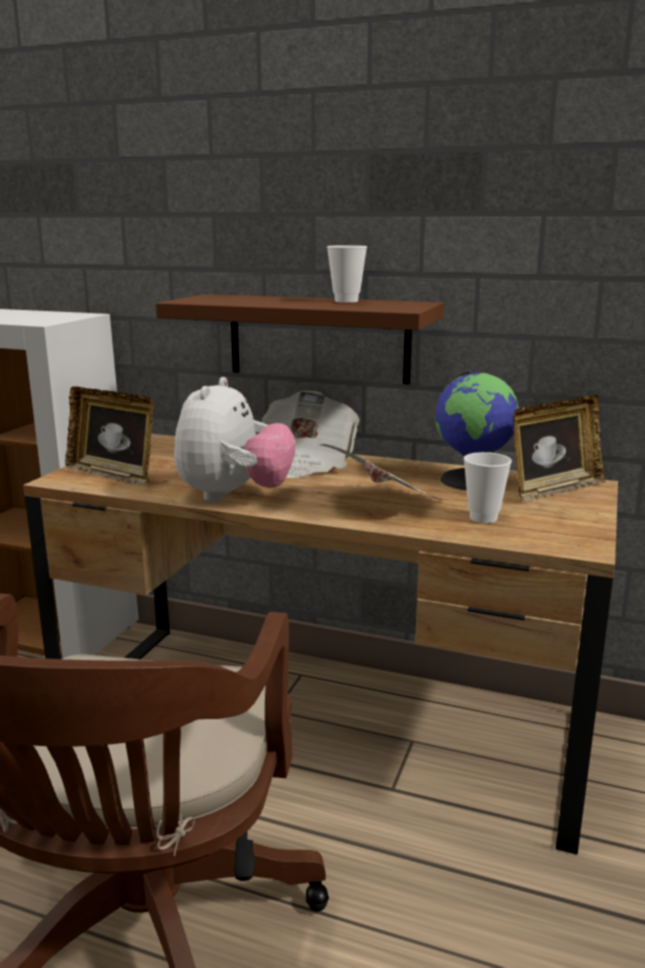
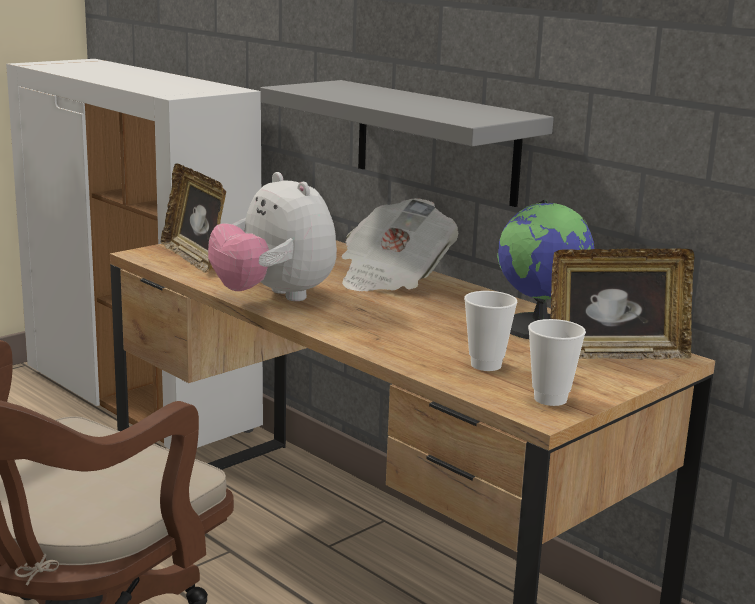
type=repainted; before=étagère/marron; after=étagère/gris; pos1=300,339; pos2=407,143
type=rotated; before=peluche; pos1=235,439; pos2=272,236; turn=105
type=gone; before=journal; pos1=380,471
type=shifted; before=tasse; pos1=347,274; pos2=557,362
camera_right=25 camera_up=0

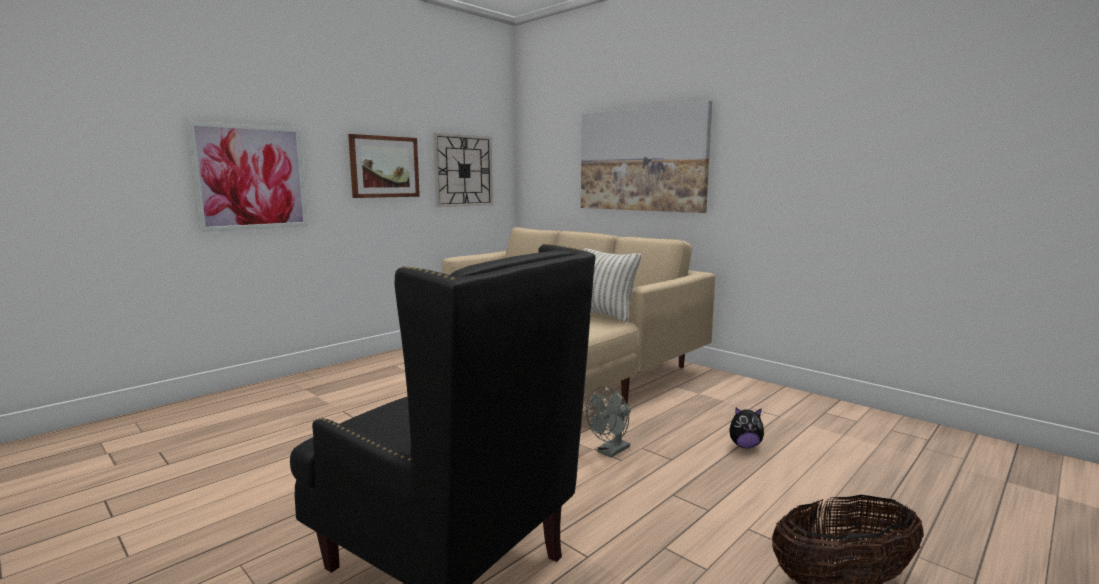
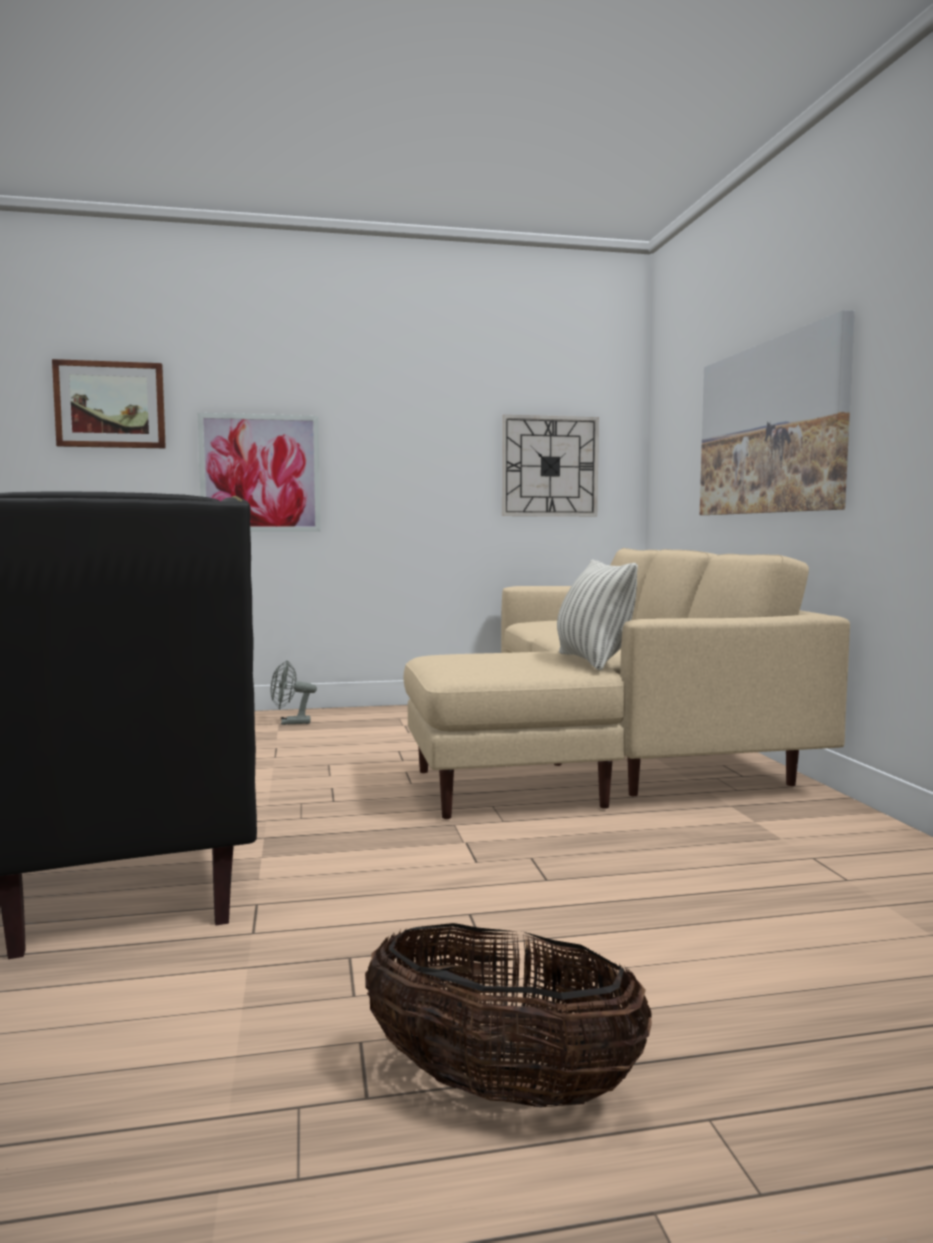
type=shifted; before=tableau; pos1=384,166; pos2=109,403
type=shifted; before=ventilateur/gris; pos1=608,422; pos2=294,692
type=gone; before=peluche; pos1=746,428
camera_right=35 camera_up=-5

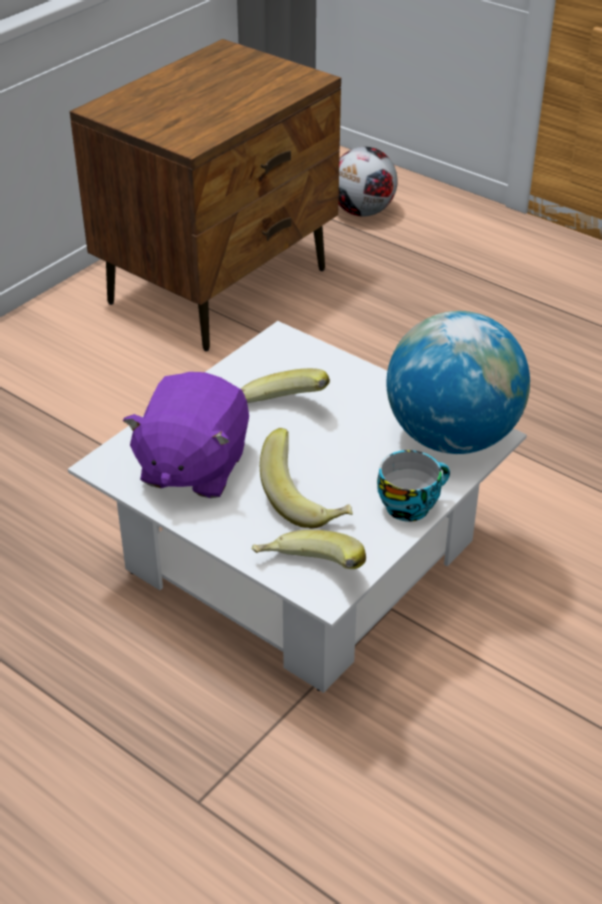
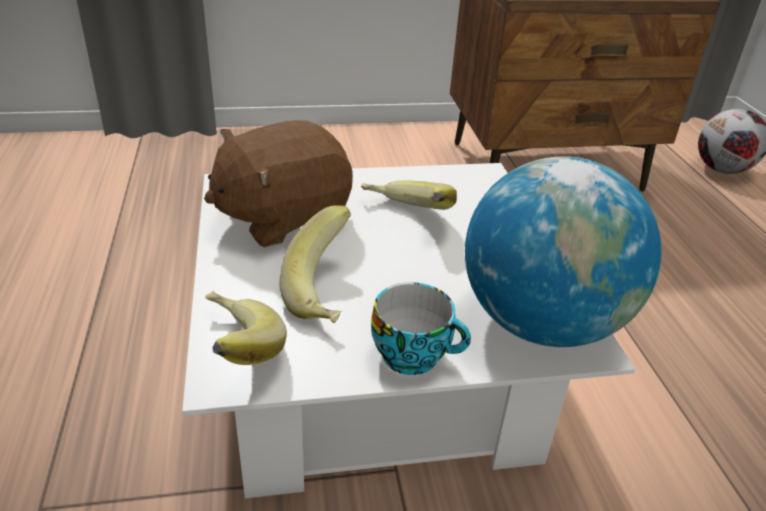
type=repainted; before=peluche/violet; after=peluche/marron; pos1=186,435; pos2=278,183
camera_right=40 camera_up=-5

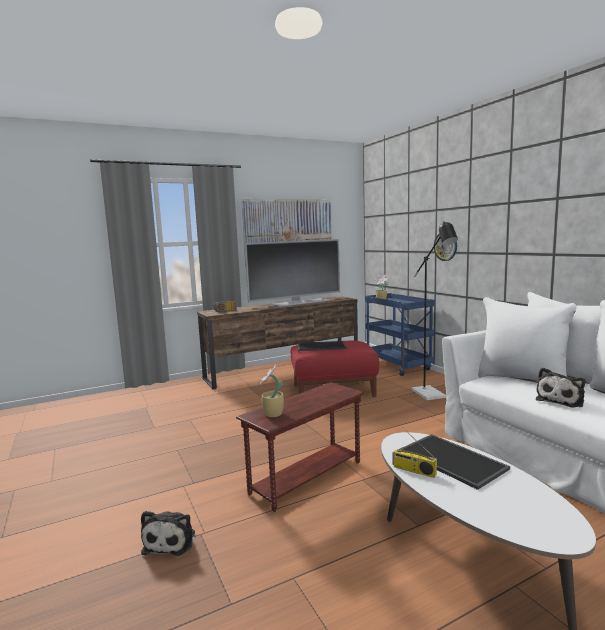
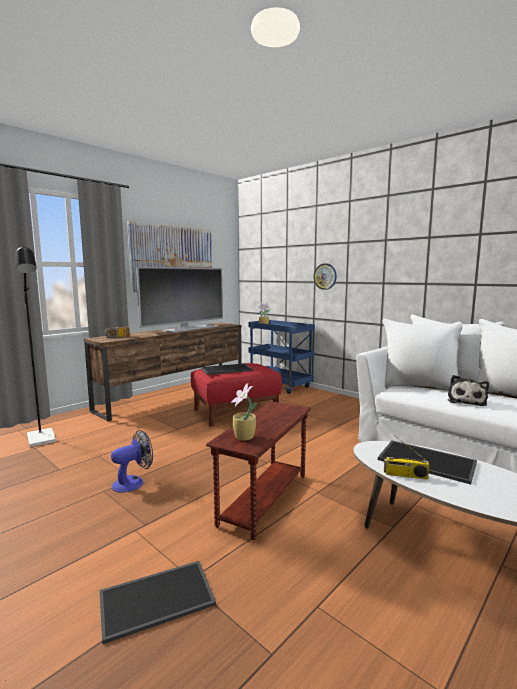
type=swapped; before=peluche; after=plateau; pos1=168,533; pos2=157,603
type=shifted; before=lampadaire/noir; pos1=434,310; pos2=35,346
type=new; after=ventilateur; pos2=132,461
camera_right=-20 camera_up=0

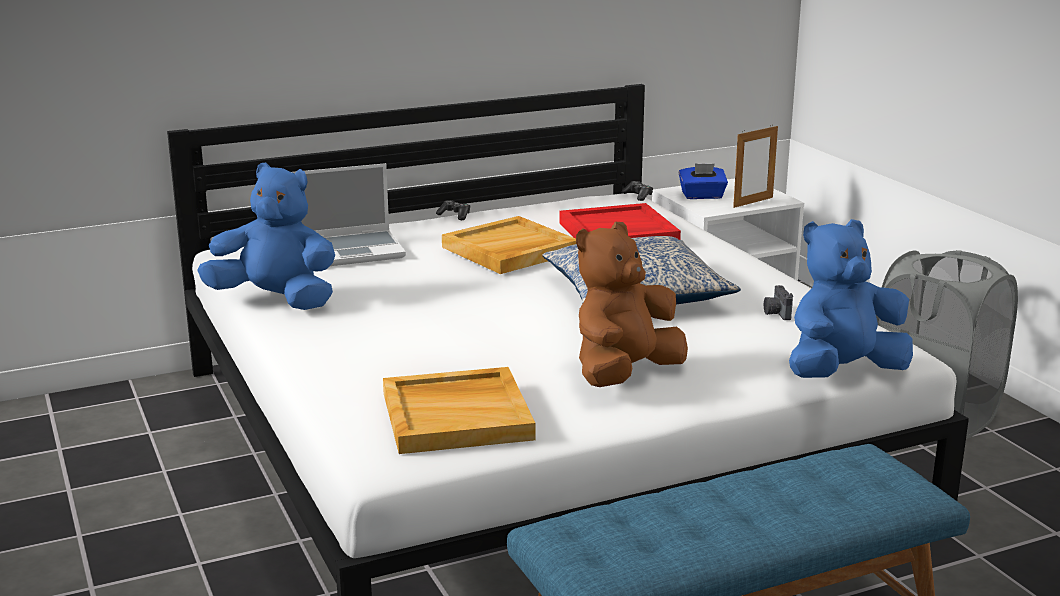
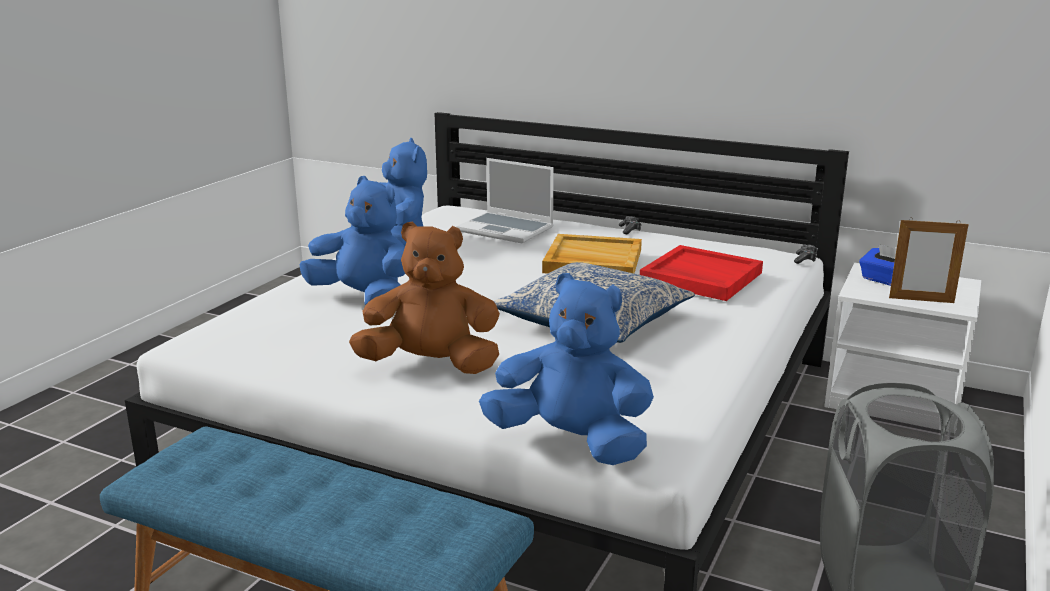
type=gone; before=plateau/beige; pos1=459,410
type=gone; before=appareil photo; pos1=778,302
type=new; after=peluche/bleu; pos2=352,240
camera_right=50 camera_up=0

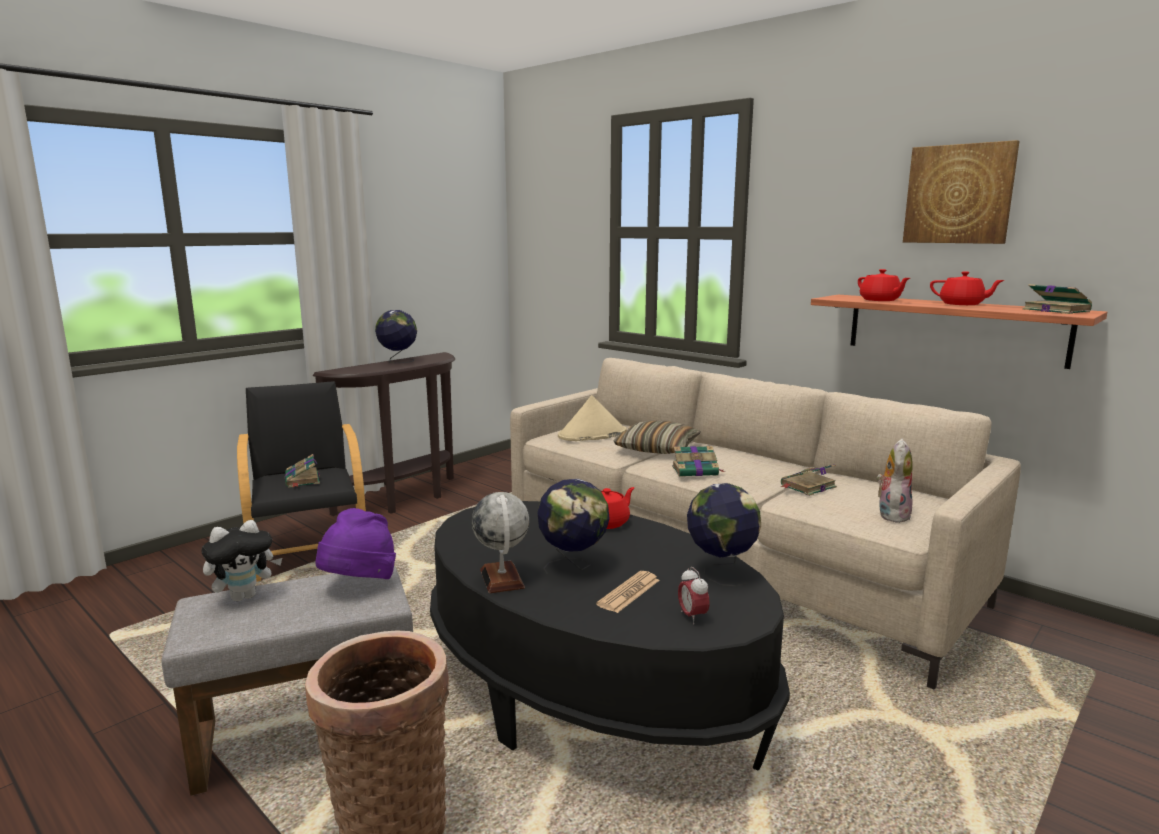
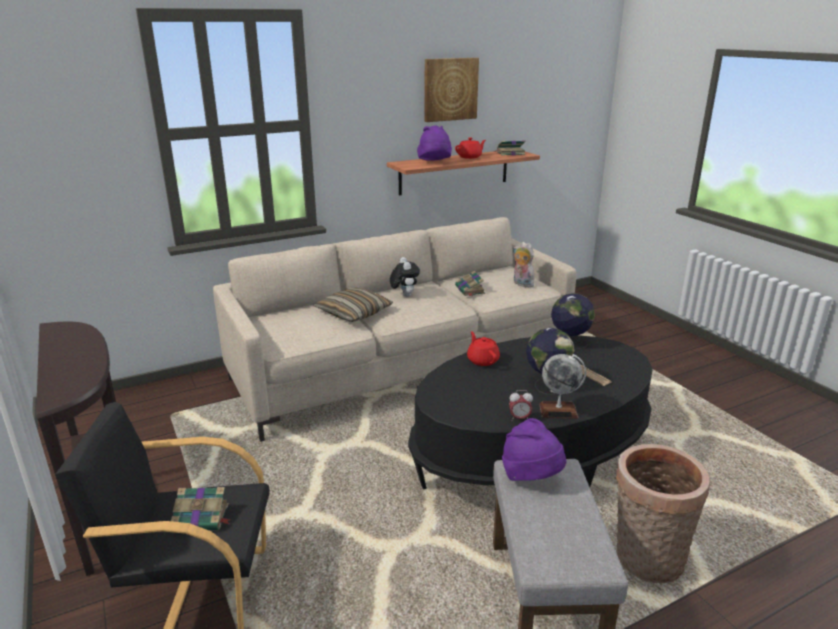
type=shifted; before=peluche; pos1=241,560; pos2=405,277
type=gone; before=globe; pos1=396,336
type=gone; before=chapeau/beige; pos1=592,418
type=gone; before=livre; pos1=698,461
type=shifted; before=réveil; pos1=694,595; pos2=521,405
type=swapped; before=théière/rouge; after=chapeau/violet; pos1=884,285; pos2=434,143
camera_right=-70 camera_up=10

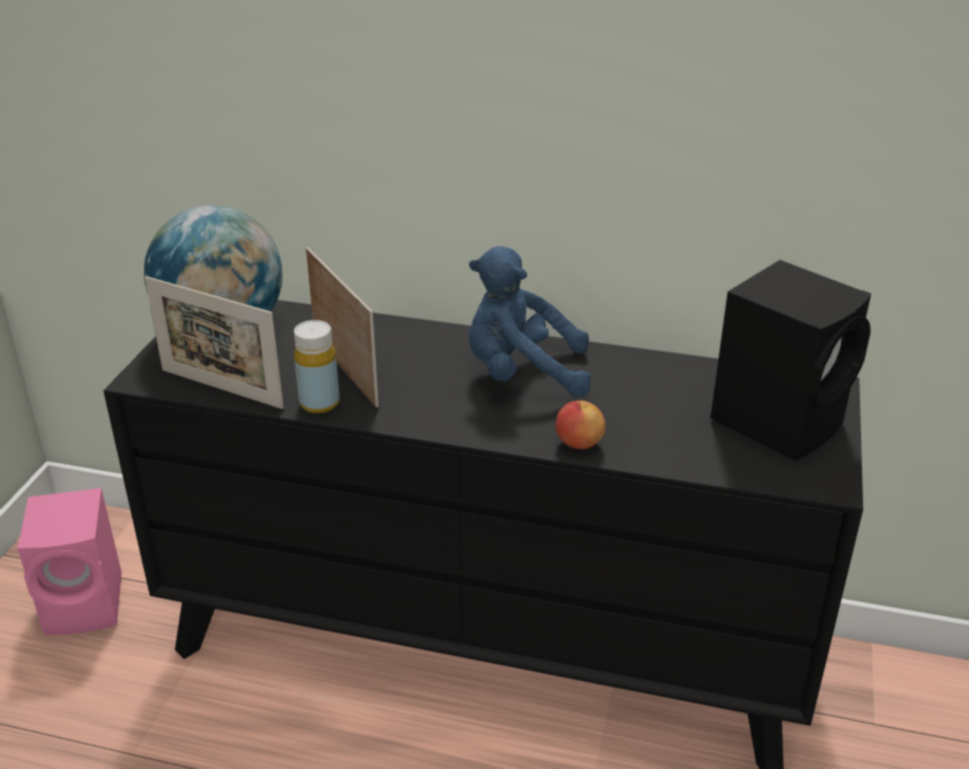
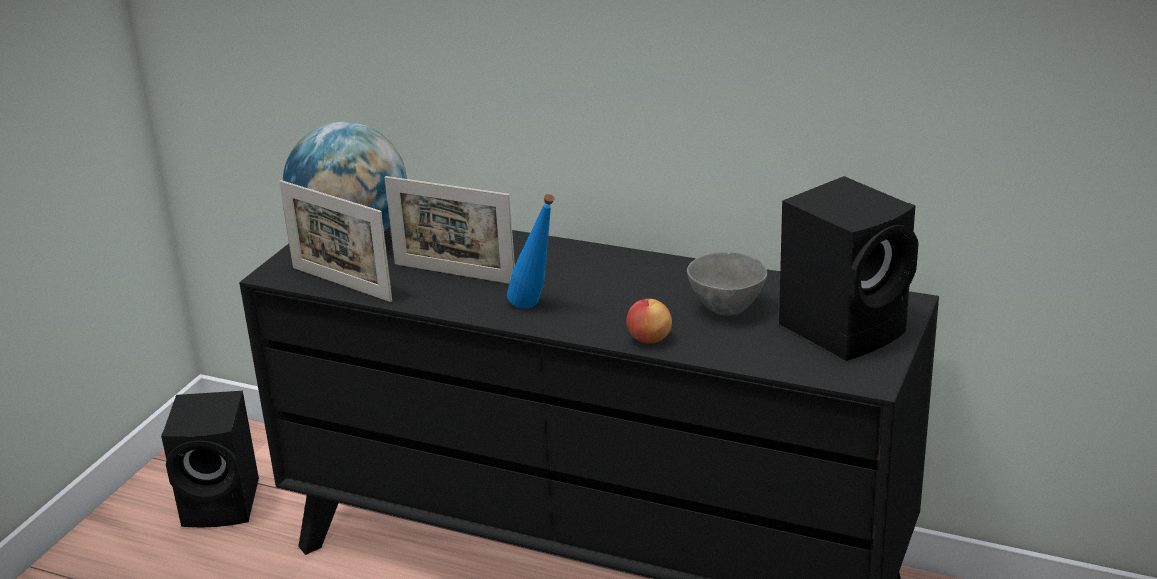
type=repainted; before=enceinte/rose; after=enceinte/noir; pos1=69,561; pos2=210,459
type=gone; before=bouteille/jaune; pos1=317,366
type=rotated; before=cadre photo; pos1=342,327; pos2=449,230; turn=135
type=gone; before=peluche/bleu; pos1=529,321
type=new; after=bouteille/bleu; pos2=531,251
type=new; after=bol/gris; pos2=727,283
camera_right=10 camera_up=-5

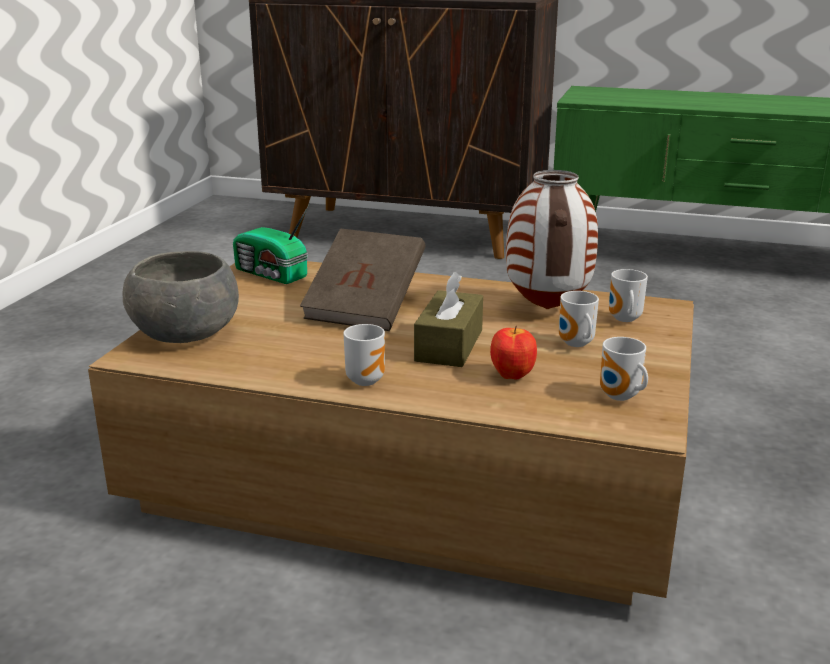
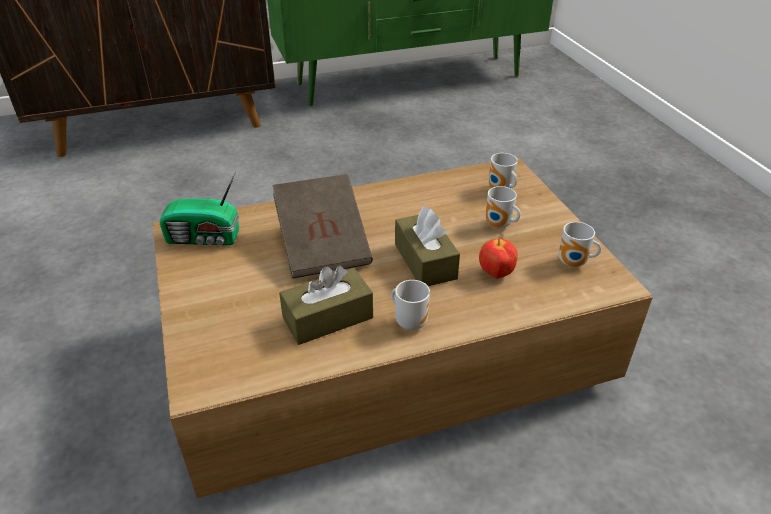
type=gone; before=bol/gris; pos1=181,297
type=gone; before=vase; pos1=552,239
type=new; after=boîte à mouchoirs/marron; pos2=326,305
camera_right=-35 camera_up=15

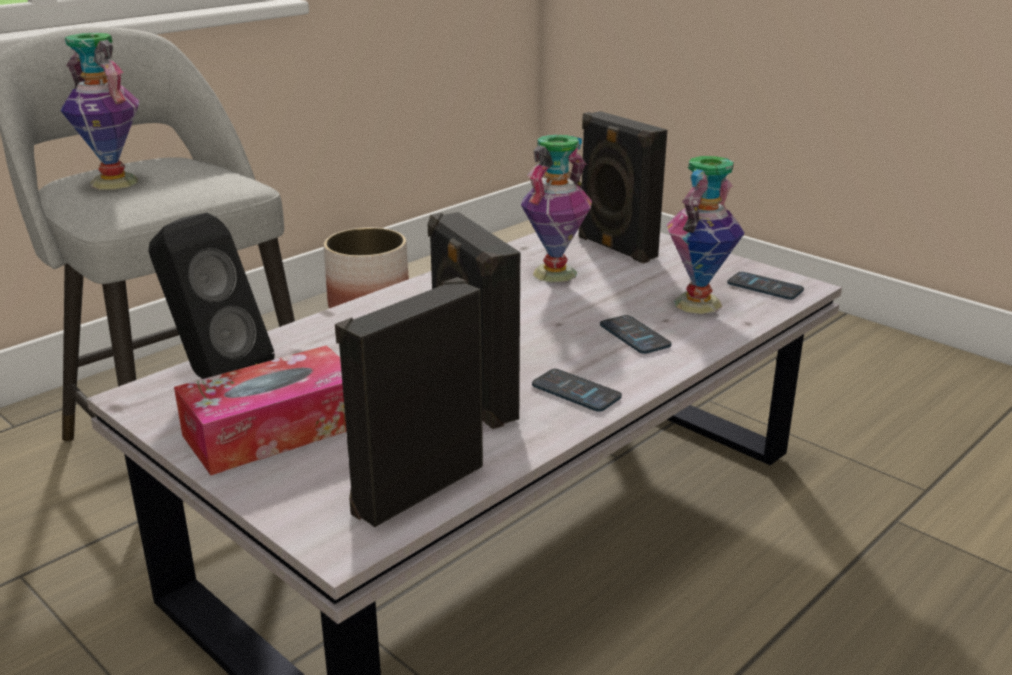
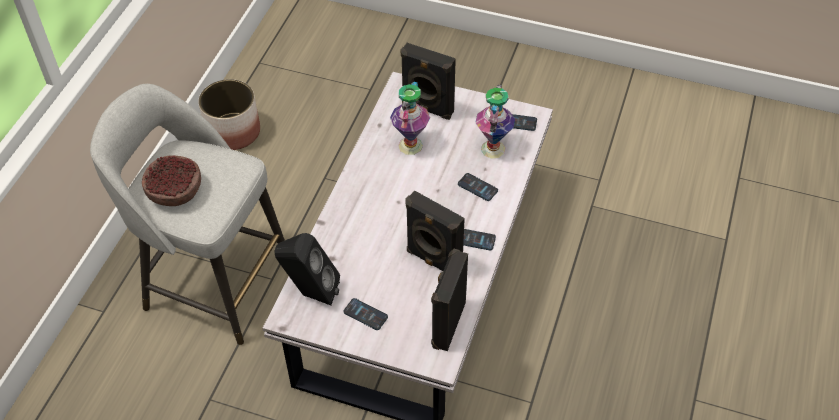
type=swapped; before=vase; after=bol; pos1=100,111; pos2=171,180
type=swapped; before=boîte à mouchoirs; after=téléphone; pos1=260,410; pos2=365,314
camera_right=-25 camera_up=25

